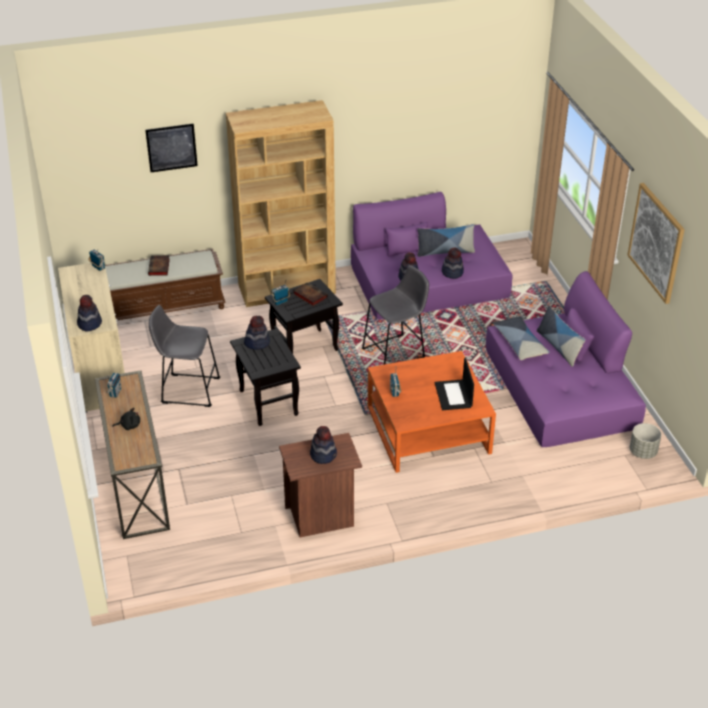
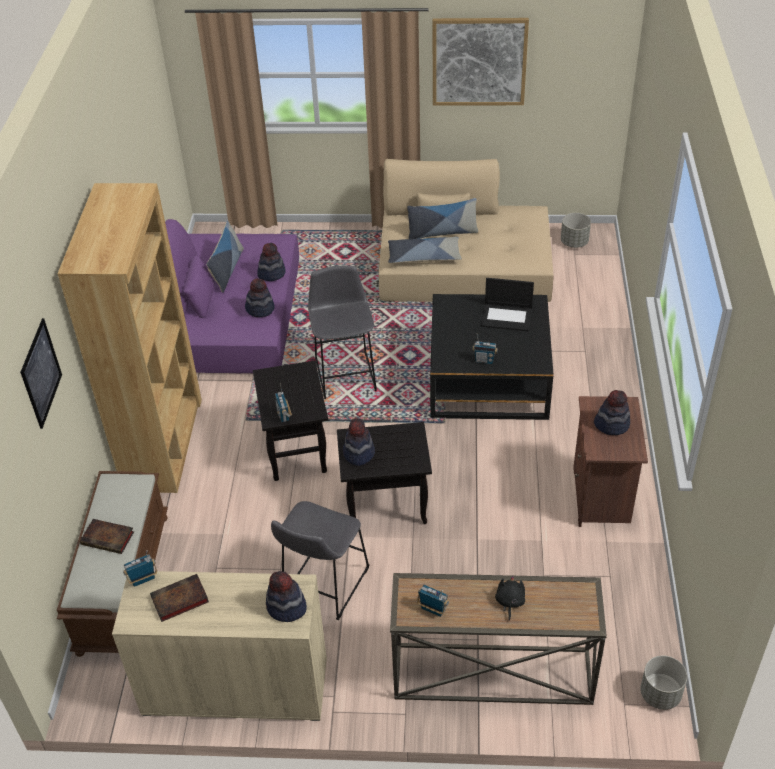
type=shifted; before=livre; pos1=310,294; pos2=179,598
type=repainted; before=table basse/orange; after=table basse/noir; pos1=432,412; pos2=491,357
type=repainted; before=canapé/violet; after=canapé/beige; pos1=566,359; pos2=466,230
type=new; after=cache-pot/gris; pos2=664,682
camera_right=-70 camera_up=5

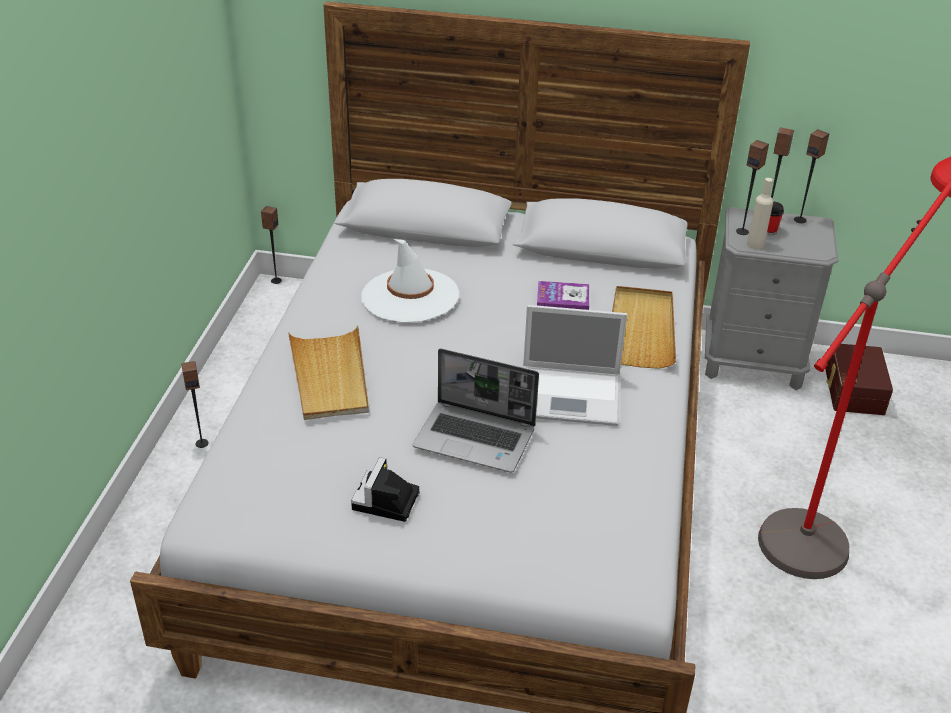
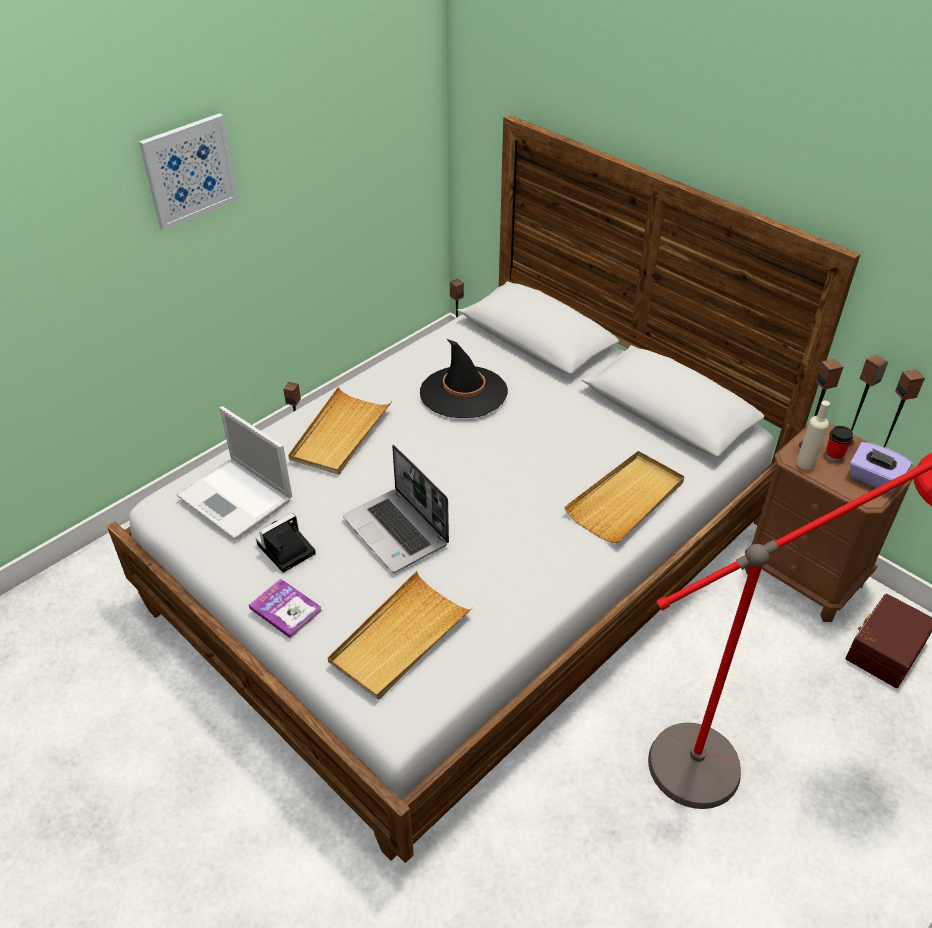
type=repainted; before=chapeau/blanc; after=chapeau/noir; pos1=410,281; pos2=464,378
type=shifted; before=ordinateur portable; pos1=575,365; pos2=234,473
type=shifted; before=livre; pos1=563,295; pos2=285,609
type=repainted; before=table de chevet/gris; after=table de chevet/marron; pos1=771,298; pos2=831,522
type=new; after=tableau; pos2=189,172
type=new; after=plateau/beige; pos2=400,635
type=new; after=boîte à mouchoirs/violet; pos2=881,467
camera_right=35 camera_up=5

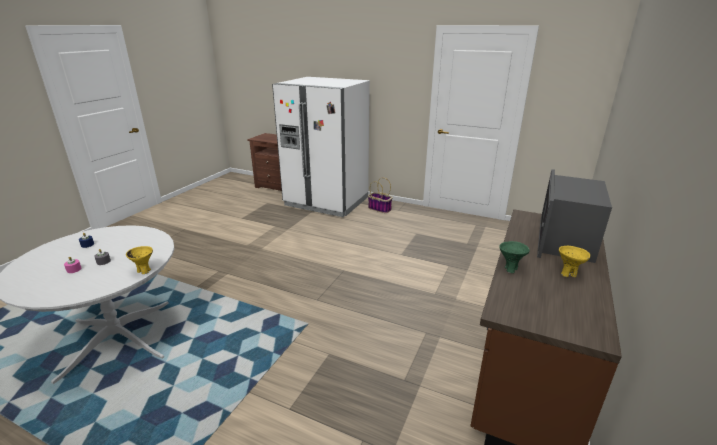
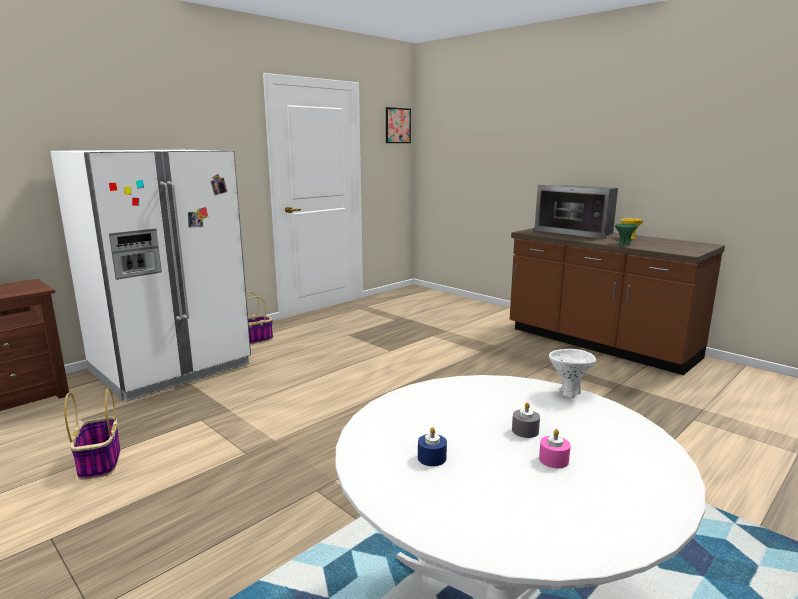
type=repainted; before=bol/jaune; after=bol/blanc; pos1=139,260; pos2=572,373
type=new; after=panier; pos2=92,434
type=new; after=tableau; pos2=398,125
camera_right=-70 camera_up=-10

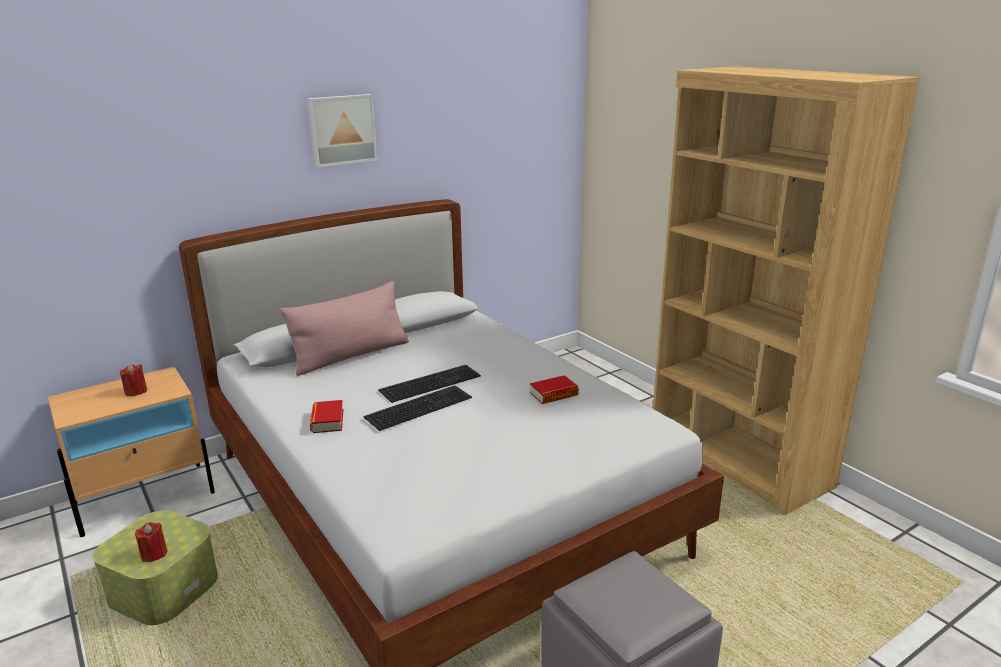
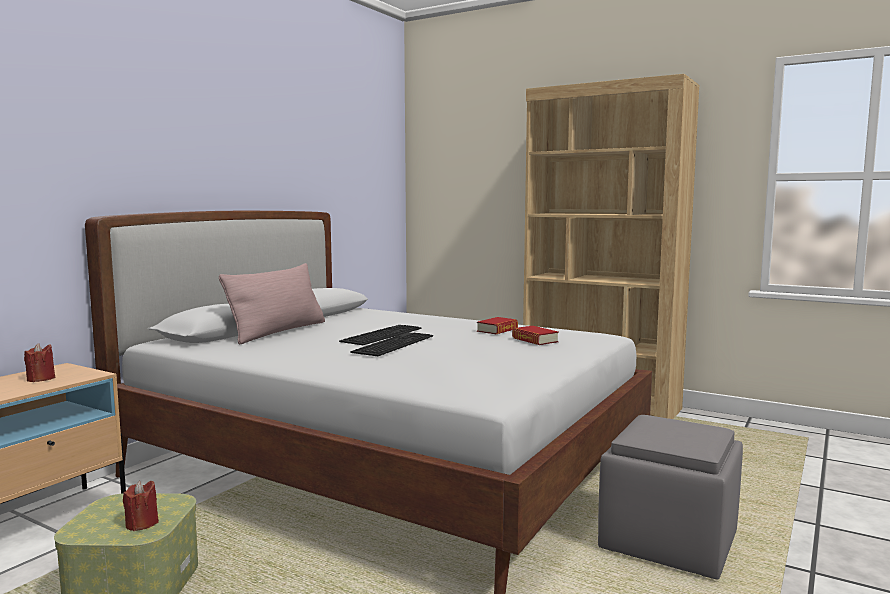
type=gone; before=tableau; pos1=342,130
type=shifted; before=livre; pos1=326,416; pos2=535,335
camera_right=-25 camera_up=-15

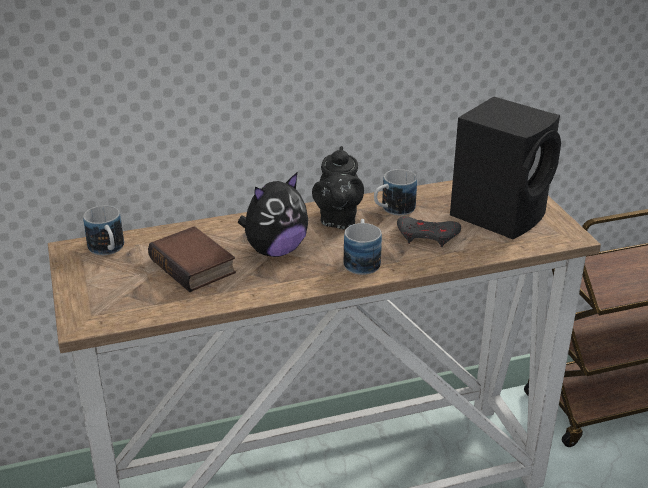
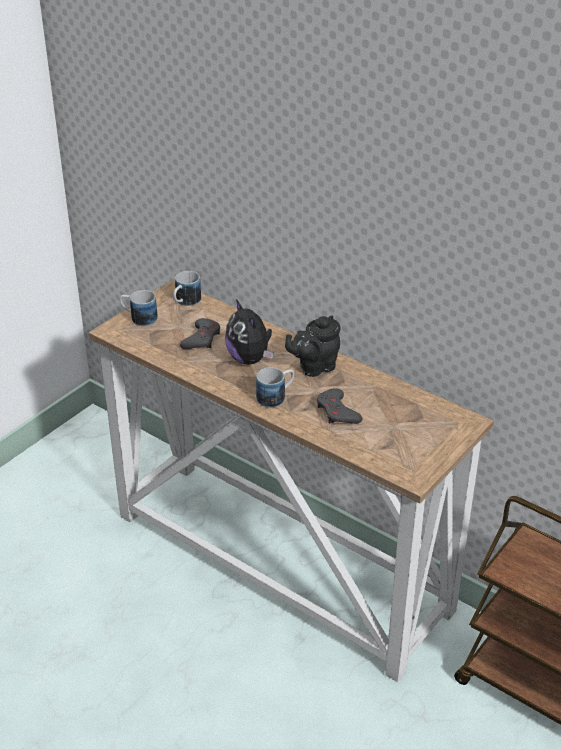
type=swapped; before=livre; after=manette/gris; pos1=192,259; pos2=200,333
type=rotated; before=peluche; pos1=273,215; pos2=249,332; turn=45
type=shifted; before=mug; pos1=395,192; pos2=139,308
type=gone; before=enceinte/noir; pos1=505,168
camera_right=55 camera_up=5

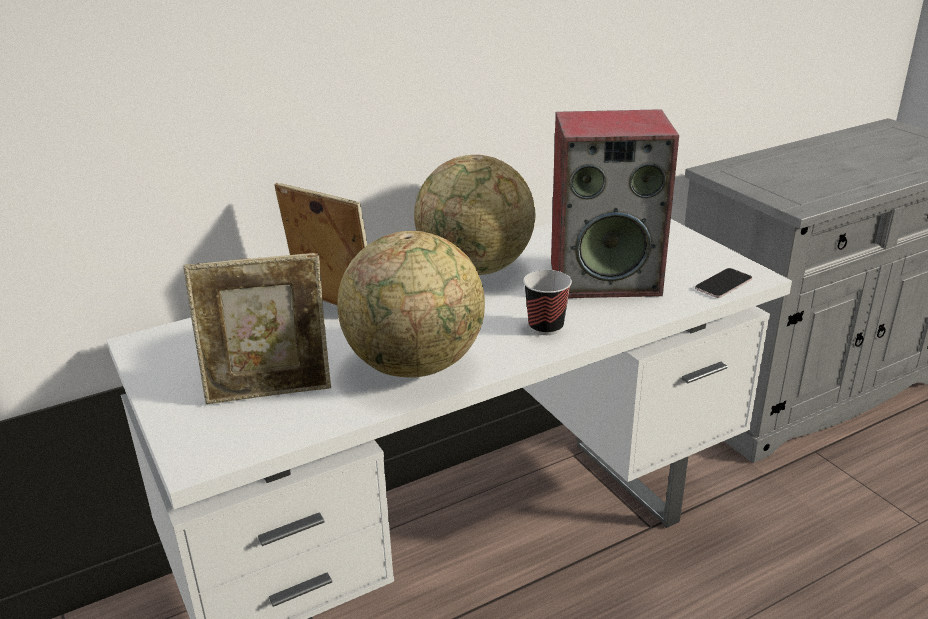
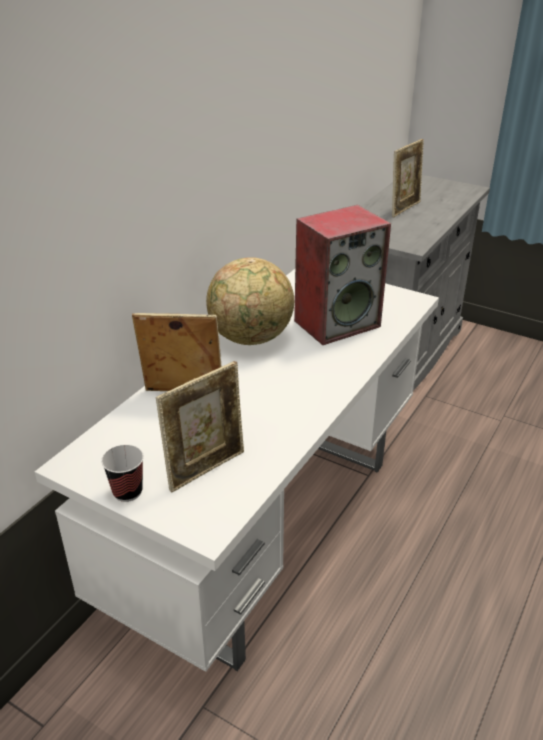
type=gone; before=globe; pos1=411,304
type=shifted; before=tasse; pos1=547,302; pos2=122,473
type=gone; before=téléphone; pos1=723,283
type=new; after=cadre photo; pos2=408,178
camera_right=-30 camera_up=5

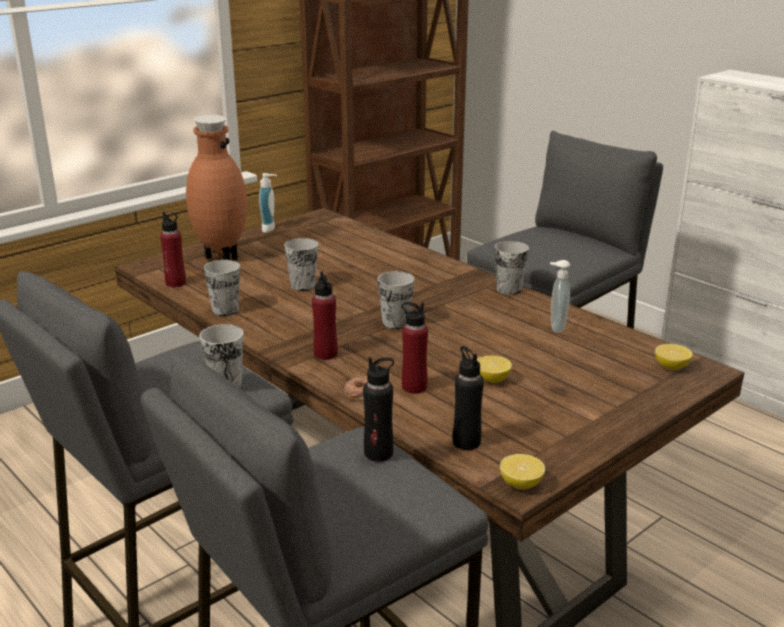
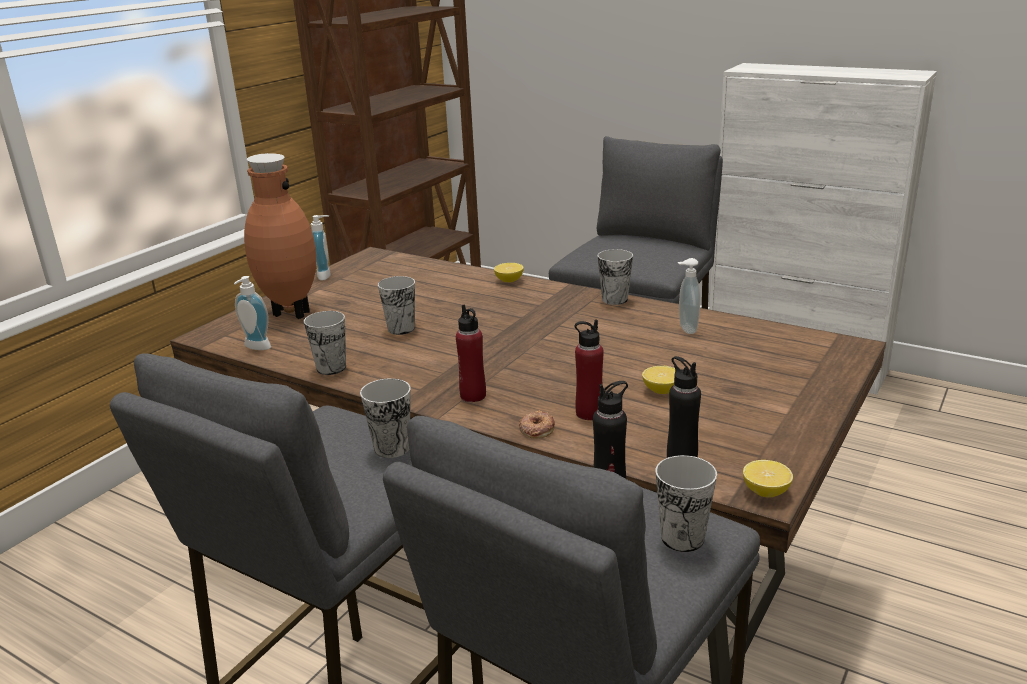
type=swapped; before=bouteille/rouge; after=distributeur de savon; pos1=173,249; pos2=252,313
type=shifted; before=tasse; pos1=396,300; pos2=686,503
type=shifted; before=citron; pos1=674,357; pos2=509,272
camera_right=-15 camera_up=0

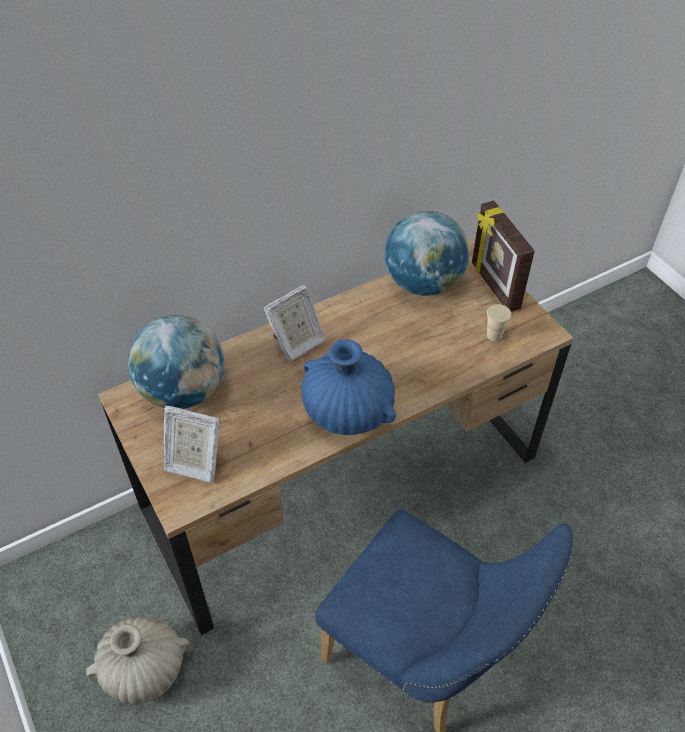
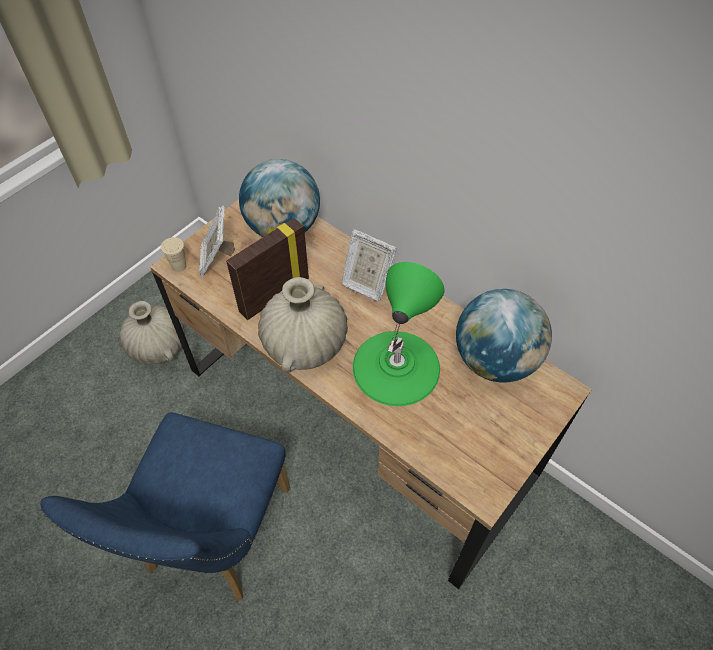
type=repainted; before=vase/bleu; after=vase/beige; pos1=348,387; pos2=303,325
type=shifted; before=cadre photo; pos1=503,256; pos2=267,269
type=shifted; before=tasse/beige; pos1=499,322; pos2=173,254
type=new; after=lampe de table/vert; pos2=399,334
camera_right=70 camera_up=5

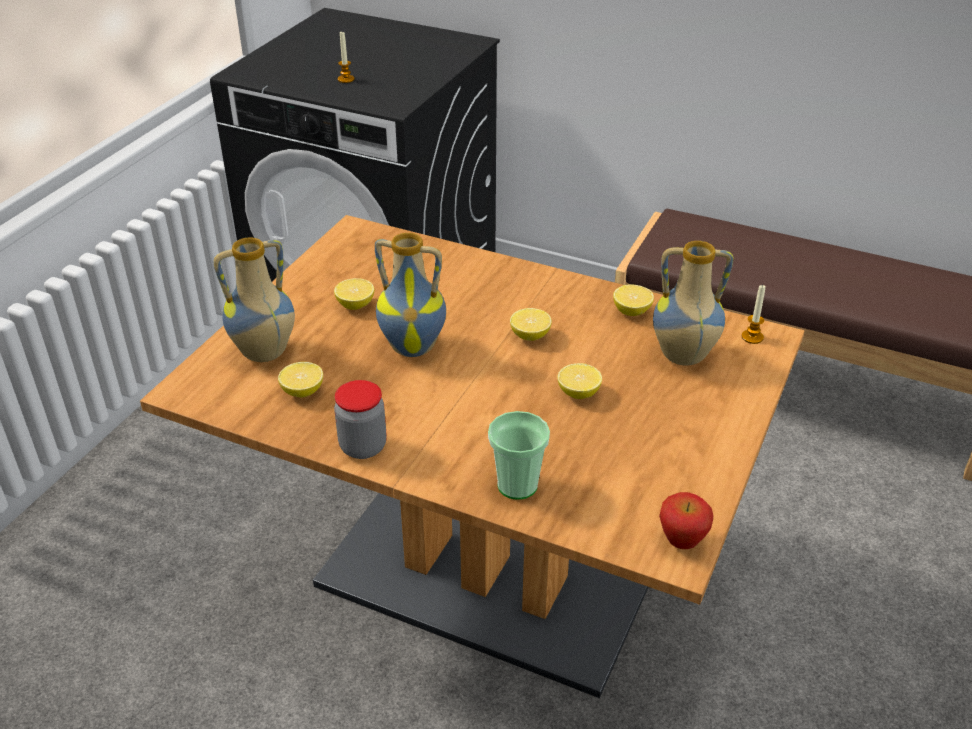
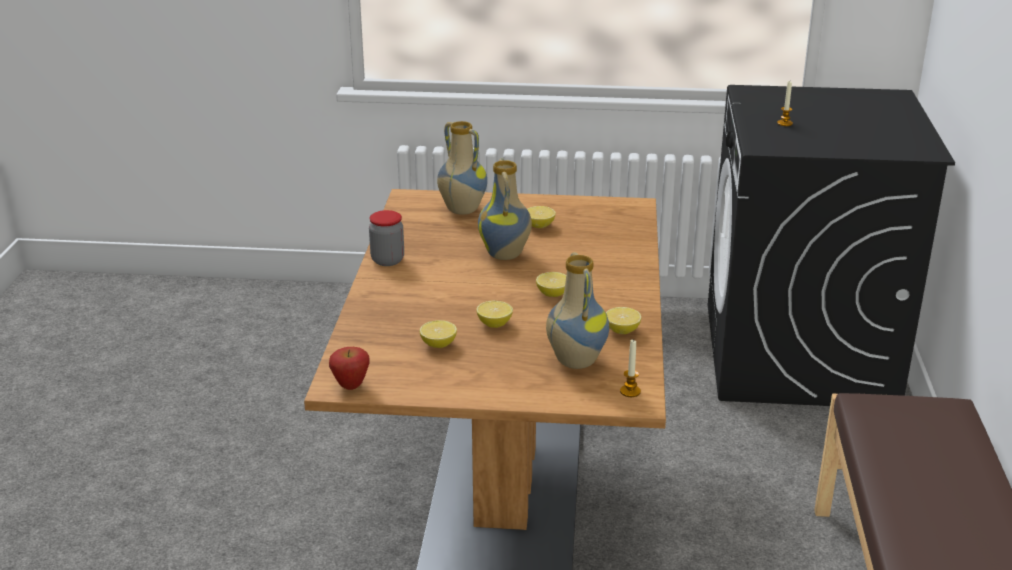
type=shifted; before=citron; pos1=300,380; pos2=438,334
type=gone; before=tasse; pos1=519,455
camera_right=70 camera_up=-10

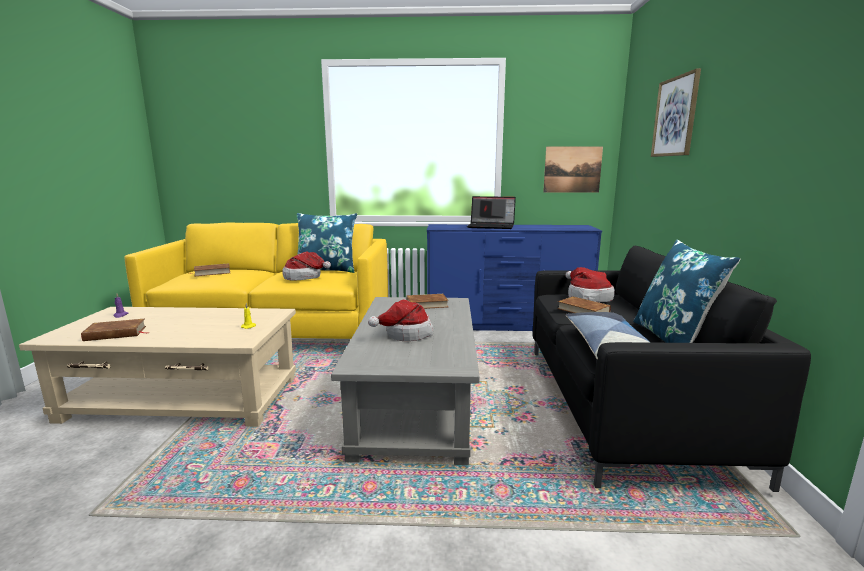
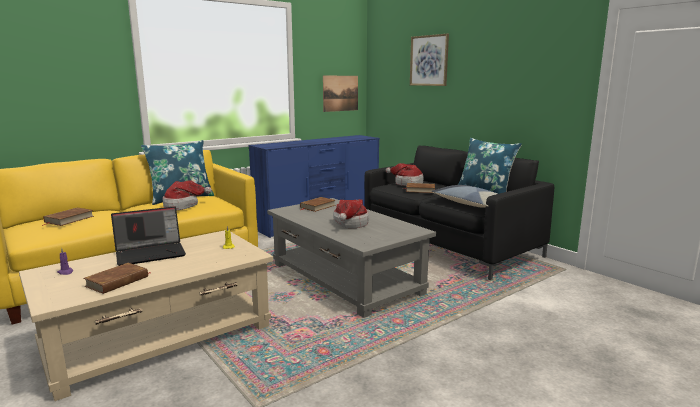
type=shifted; before=ordinateur portable; pos1=491,212; pos2=148,236
camera_right=-40 camera_up=0

